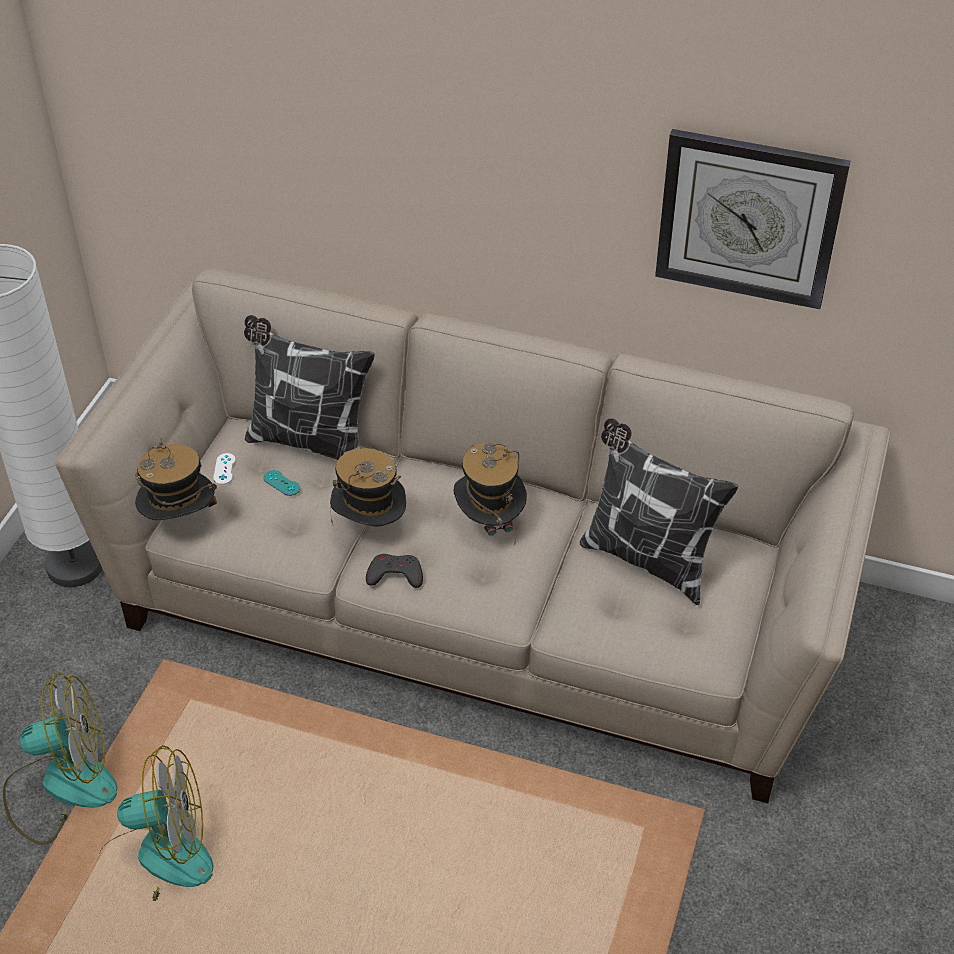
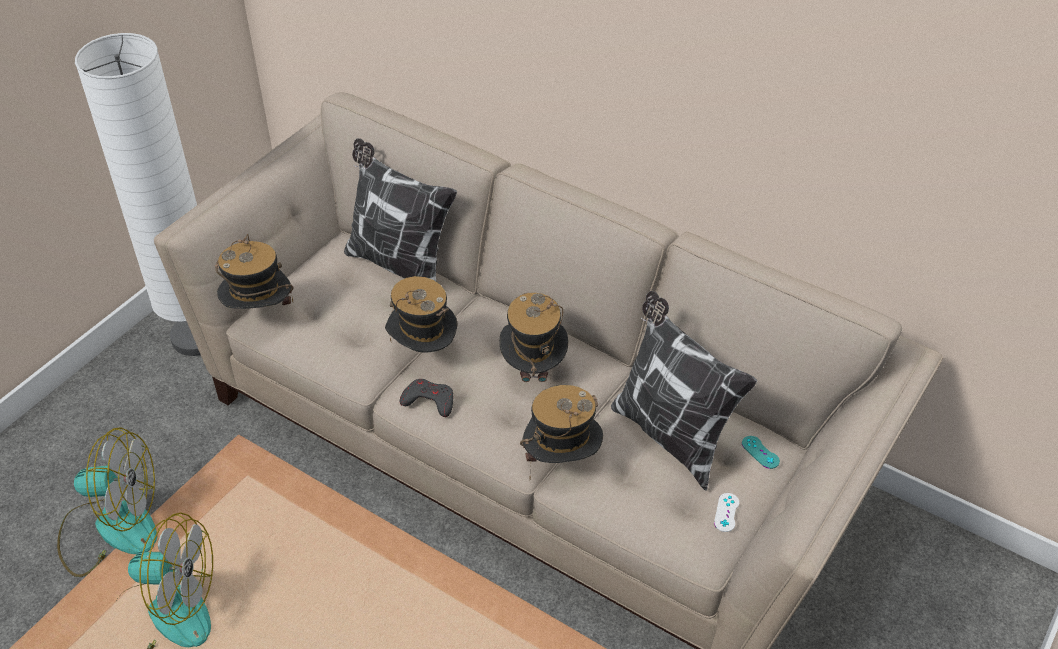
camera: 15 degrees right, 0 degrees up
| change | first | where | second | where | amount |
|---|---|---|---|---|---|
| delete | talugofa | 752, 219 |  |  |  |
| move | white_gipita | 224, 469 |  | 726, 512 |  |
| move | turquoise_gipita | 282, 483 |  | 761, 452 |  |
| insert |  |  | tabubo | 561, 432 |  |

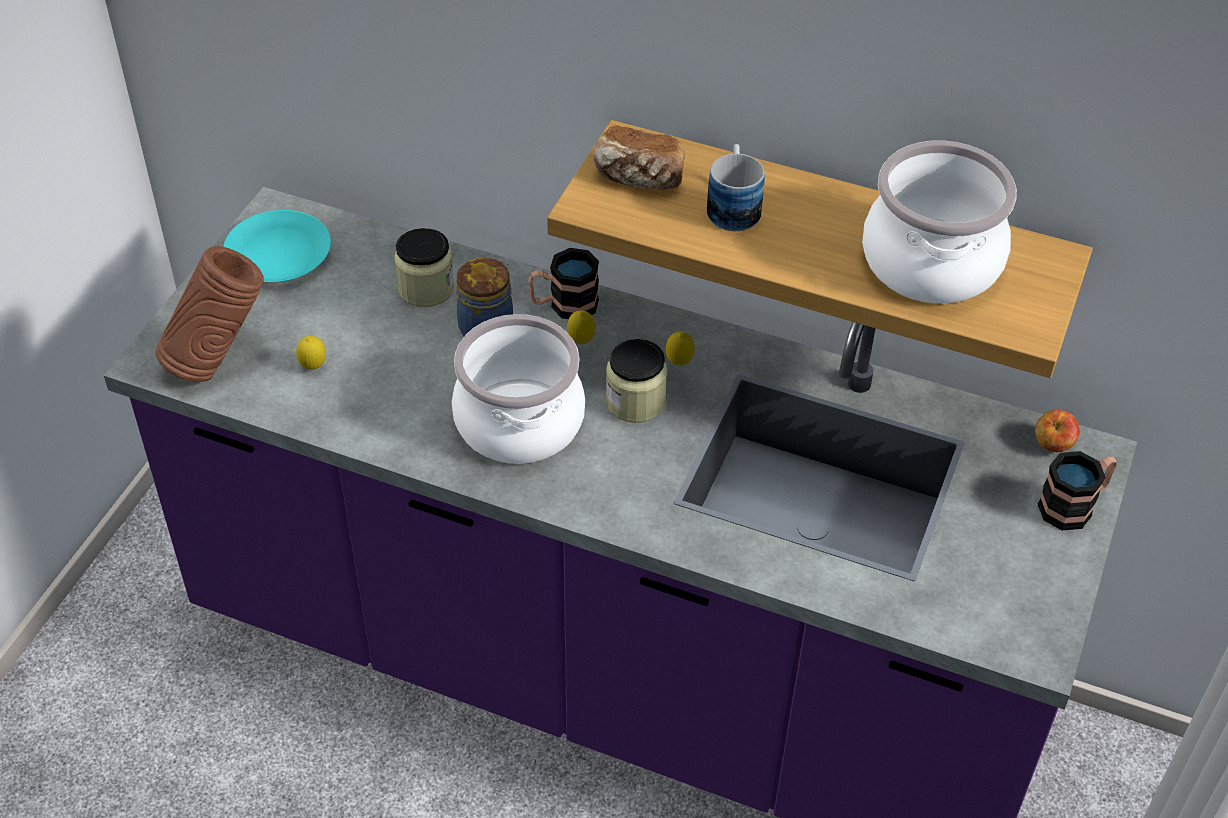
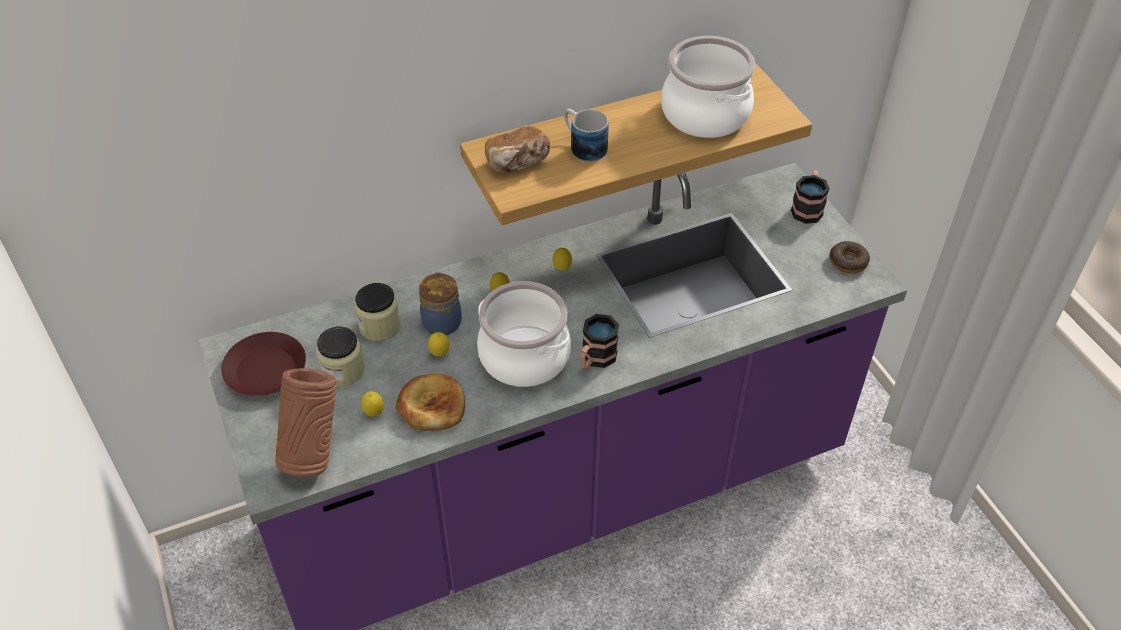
camera: 45 degrees left, 0 degrees up
| change | first | where | second | where | amount |
|---|---|---|---|---|---|
| recolor | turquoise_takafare | 277, 246 | brown_takafare | 263, 364 |  |
| move | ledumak | 563, 283 |  | 599, 342 |  |
| move | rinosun | 636, 381 |  | 340, 357 |  |
| delete | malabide | 1057, 431 |  |  |  |
| insert |  |  | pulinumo | 849, 257 |  |
| insert |  |  | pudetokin | 438, 344 |  |
| insert |  |  | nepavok | 430, 402 |  |

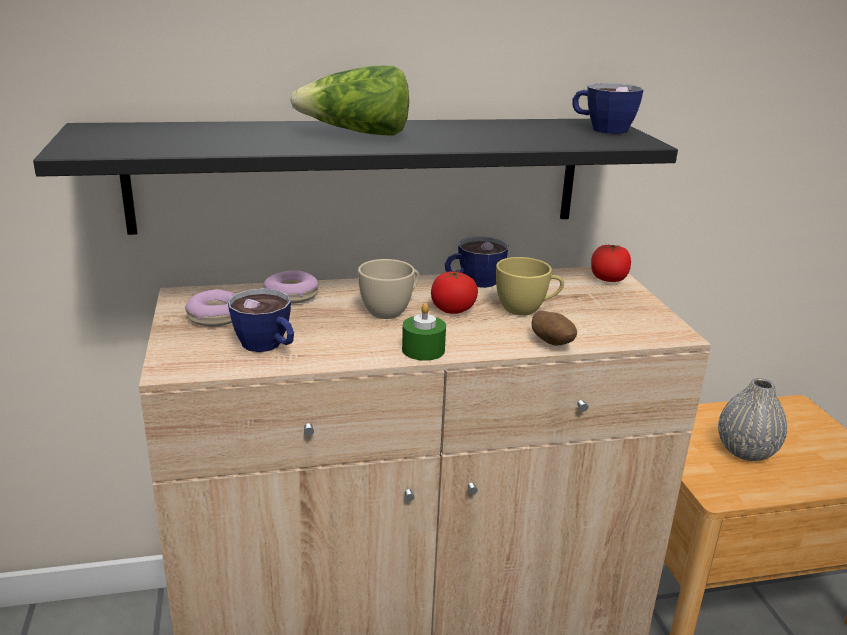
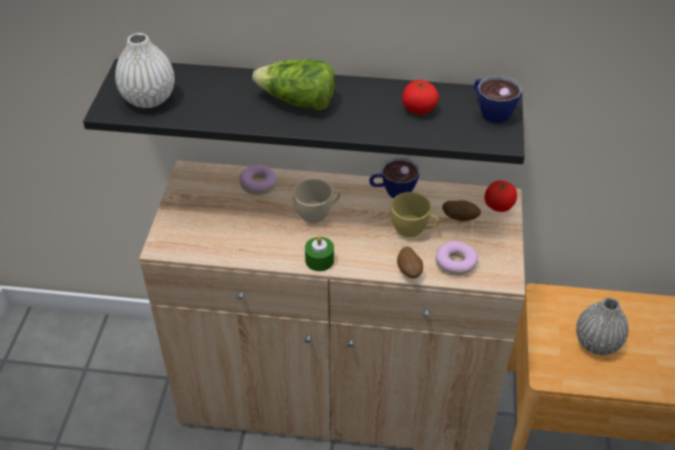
camera: 20 degrees right, 20 degrees up
| change | first | where | second | where | amount |
|---|---|---|---|---|---|
| move | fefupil | 454, 292 |  | 420, 97 |  |
| delete | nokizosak | 261, 320 |  |  |  |
| move | pulinumo | 210, 308 |  | 457, 258 |  |
| insert |  |  | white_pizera | 145, 70 |  |
| insert |  |  | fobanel | 461, 210 |  |

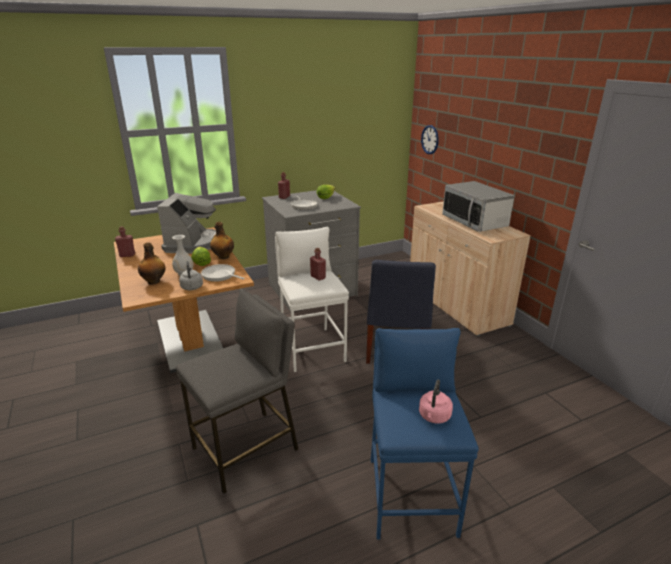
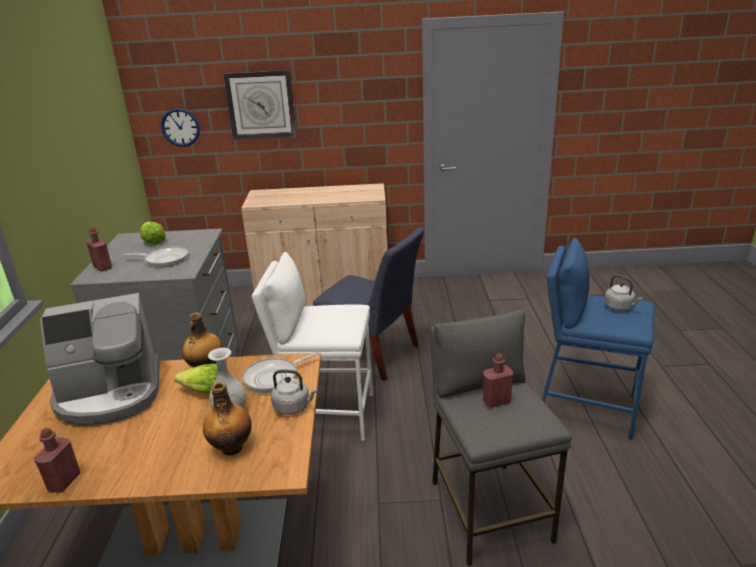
camera: 65 degrees left, 0 degrees up
| change | first | where | second | where | amount |
|---|---|---|---|---|---|
| delete | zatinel | 478, 206 |  |  |  |
| rotate | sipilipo | 186, 223 |  | 99, 359 | 135 degrees clockwise |
| move | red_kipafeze | 318, 264 |  | 498, 381 |  |
| recolor | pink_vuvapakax | 436, 401 | grey_vuvapakax | 623, 293 |  |
| insert |  |  | talugofa | 260, 105 |  |

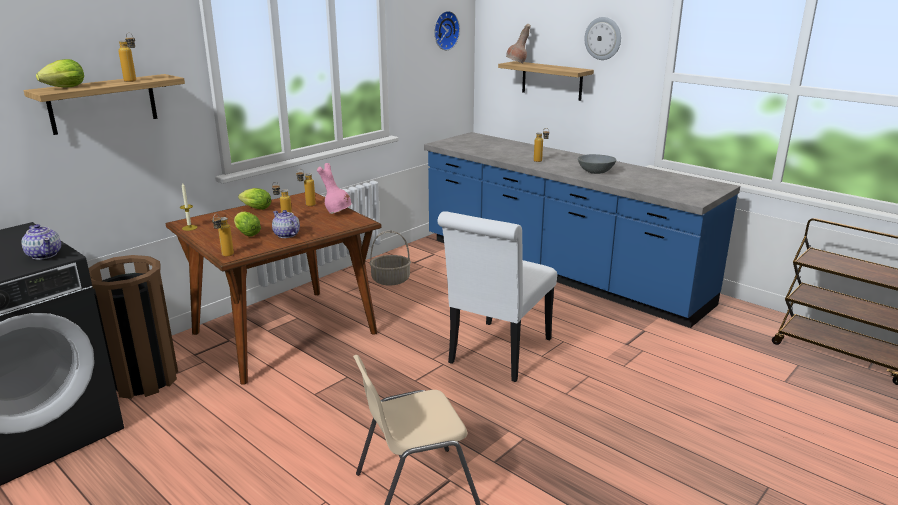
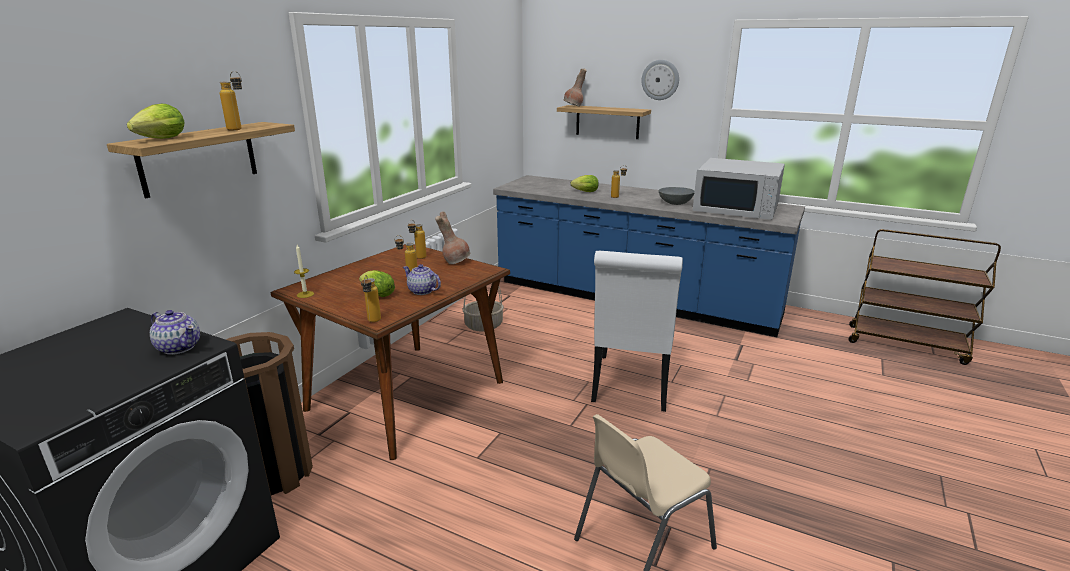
camera: 15 degrees left, 0 degrees up
| change | first | where | second | where | amount |
|---|---|---|---|---|---|
| delete | talugofa | 447, 30 |  |  |  |
| recolor | pink_pizera | 334, 188 | brown_pizera | 452, 238 |  |
| move | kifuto | 254, 199 |  | 584, 183 |  |
| insert |  |  | white_zatinel | 739, 189 |  |

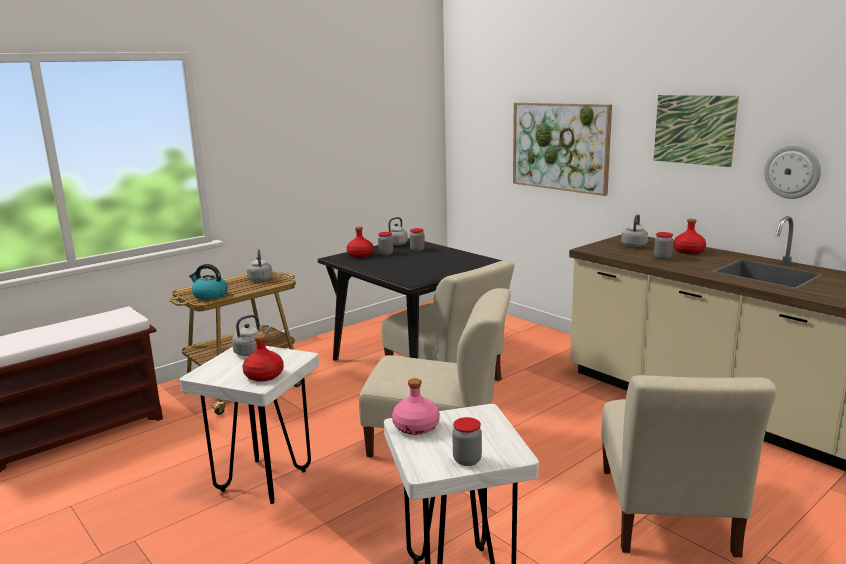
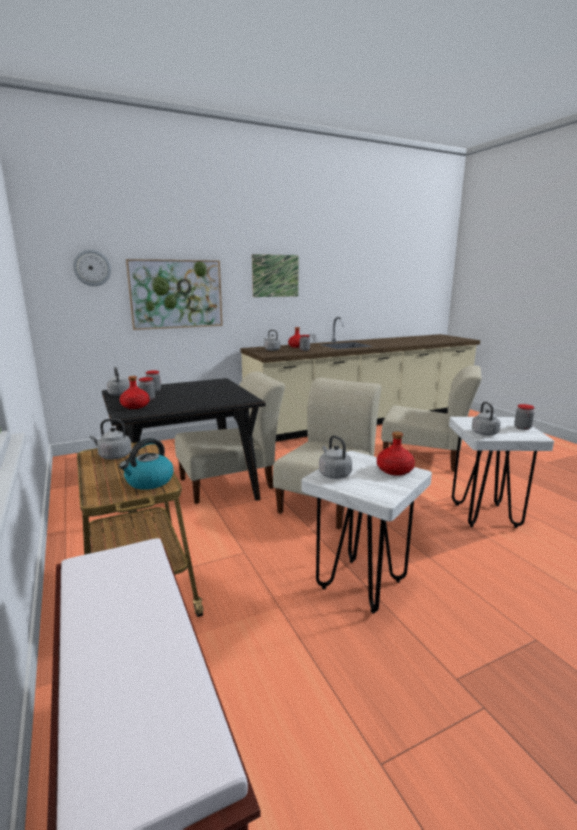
camera: 75 degrees left, 0 degrees up
| change | first | where | second | where | amount |
|---|---|---|---|---|---|
| move | talugofa | 792, 172 |  | 92, 267 |  |
| replace | pink_kipafeze | 416, 406 | grey_vuvapakax | 486, 418 |  |

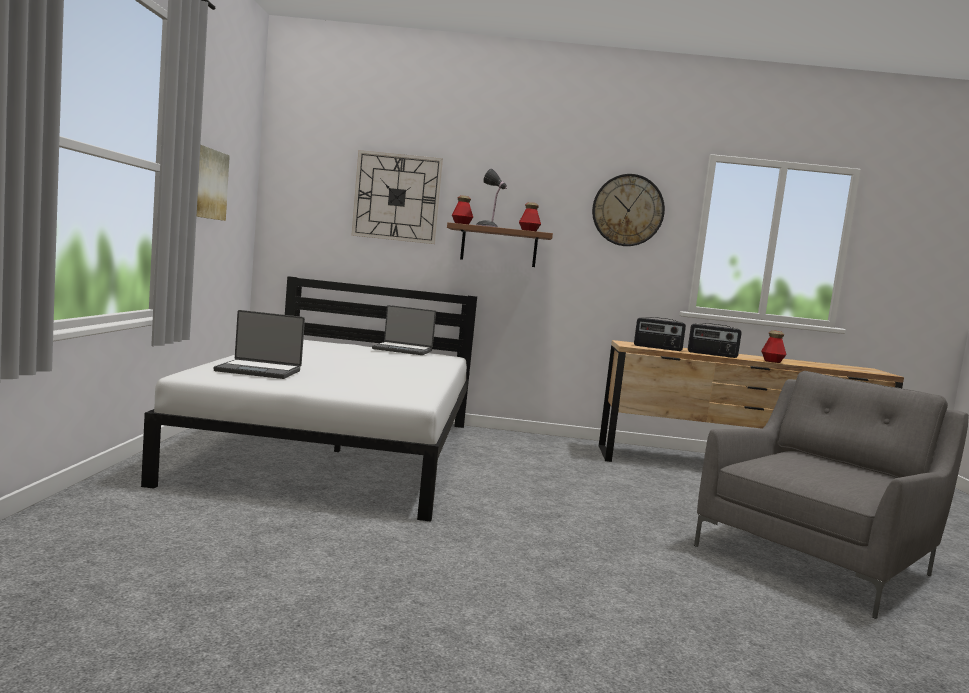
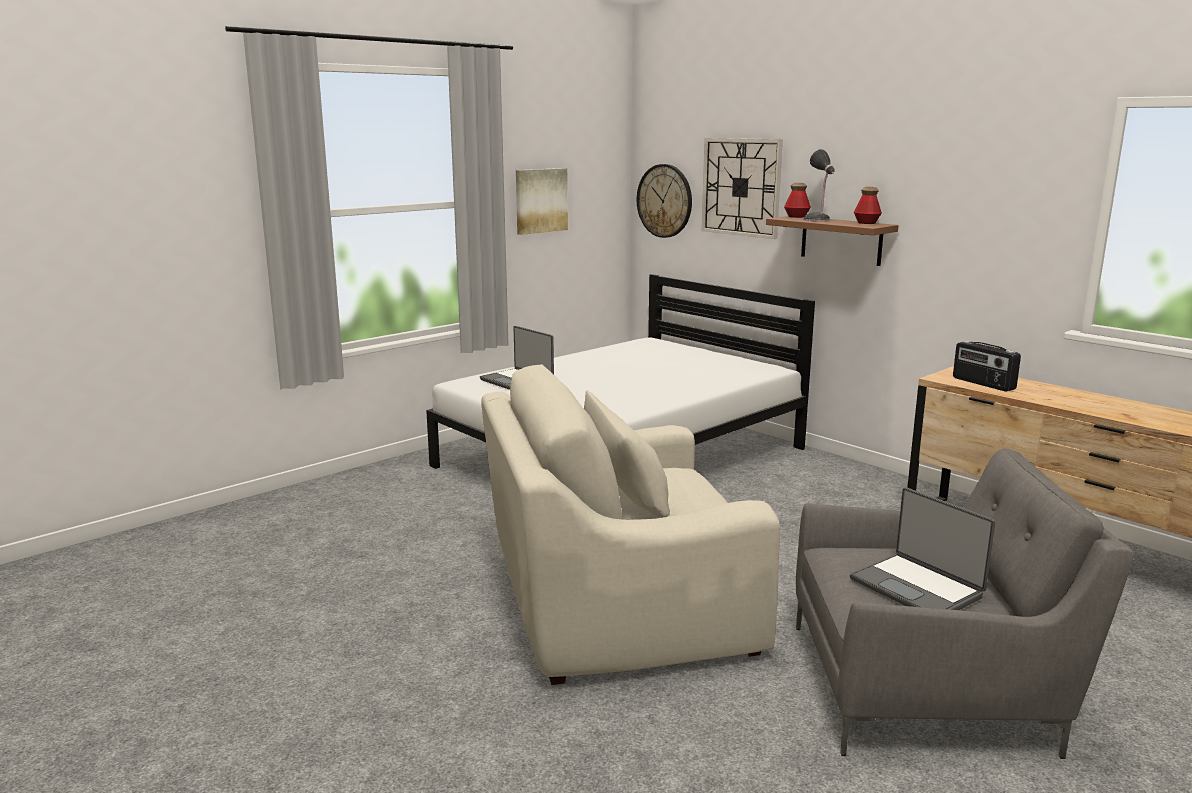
camera: 45 degrees right, 10 degrees up
| change | first | where | second | where | amount |
|---|---|---|---|---|---|
| move | talugofa | 628, 210 |  | 664, 201 |  |
| move | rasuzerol | 404, 330 |  | 922, 548 |  |
| delete | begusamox | 715, 340 |  |  |  |
| delete | kipafeze | 773, 346 |  |  |  |
| insert |  |  | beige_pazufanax | 630, 524 |  |

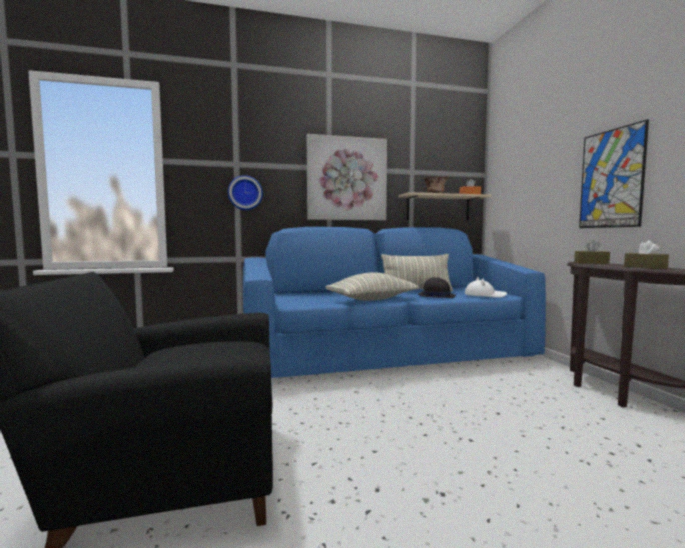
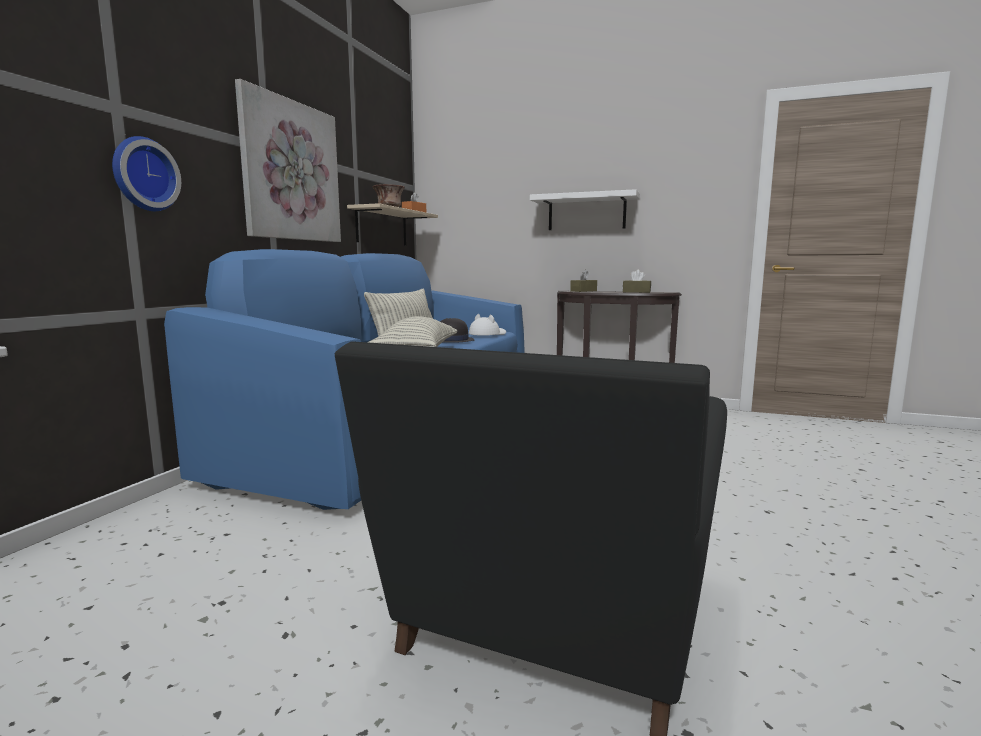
camera: 55 degrees left, 5 degrees up
| change | first | where | second | where | amount |
|---|---|---|---|---|---|
| replace | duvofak | 614, 173 | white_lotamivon | 585, 209 |  |

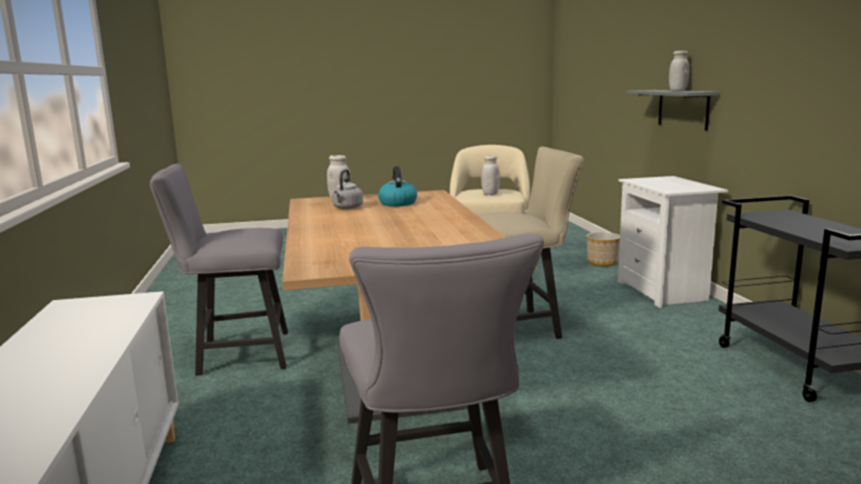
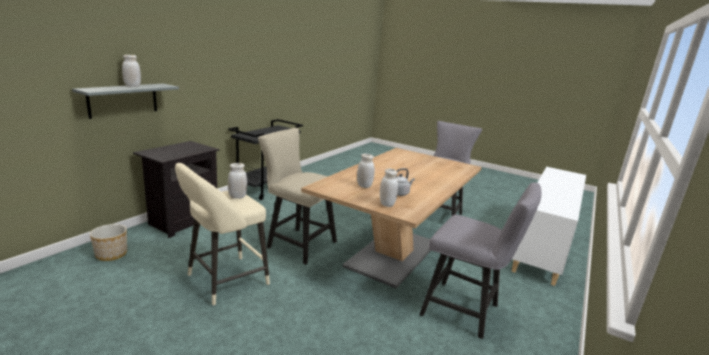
camera: 140 degrees left, 5 degrees up
| change | first | where | second | where | amount |
|---|---|---|---|---|---|
| replace | vuvapakax | 397, 186 | white_rinosun | 366, 171 |  |
| recolor | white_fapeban | 673, 242 | black_fapeban | 176, 189 |  |

